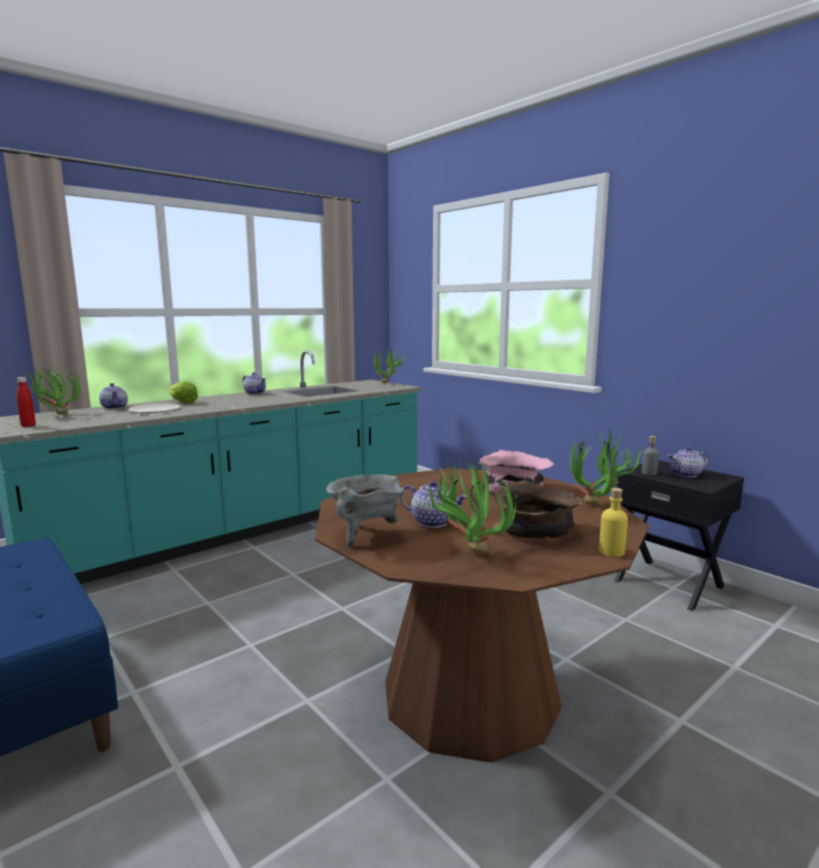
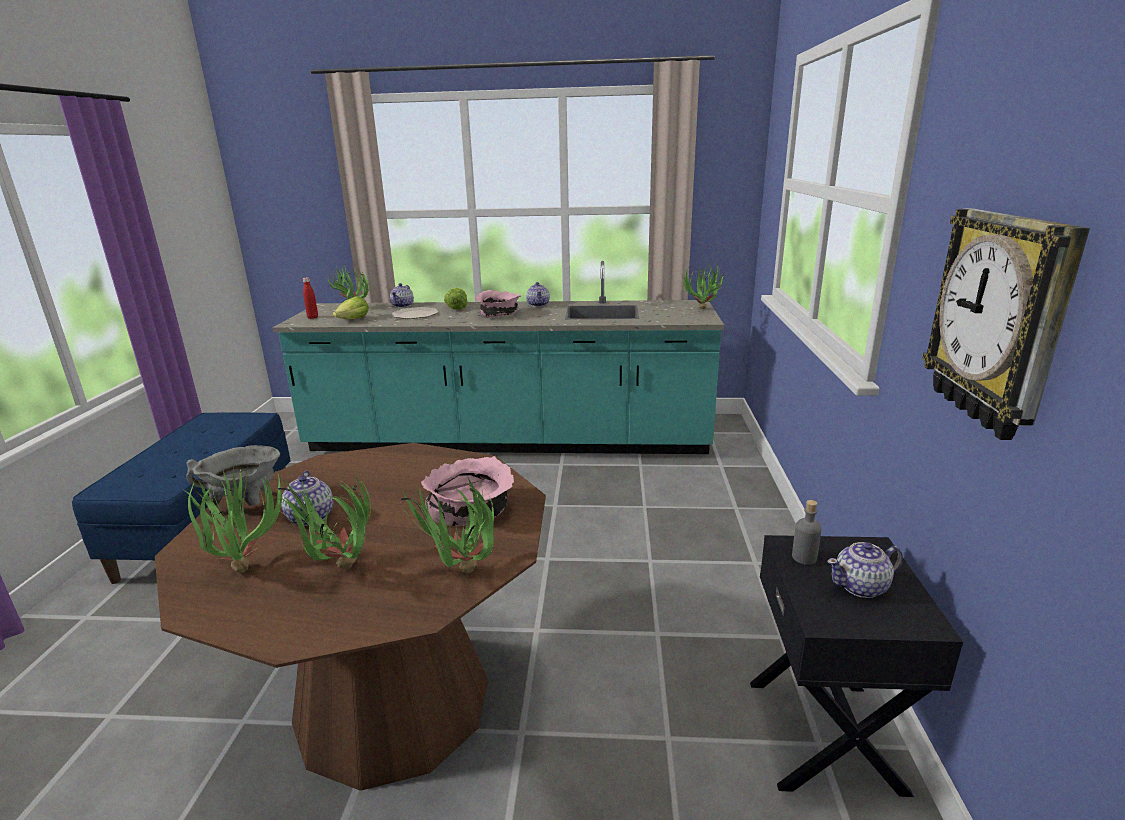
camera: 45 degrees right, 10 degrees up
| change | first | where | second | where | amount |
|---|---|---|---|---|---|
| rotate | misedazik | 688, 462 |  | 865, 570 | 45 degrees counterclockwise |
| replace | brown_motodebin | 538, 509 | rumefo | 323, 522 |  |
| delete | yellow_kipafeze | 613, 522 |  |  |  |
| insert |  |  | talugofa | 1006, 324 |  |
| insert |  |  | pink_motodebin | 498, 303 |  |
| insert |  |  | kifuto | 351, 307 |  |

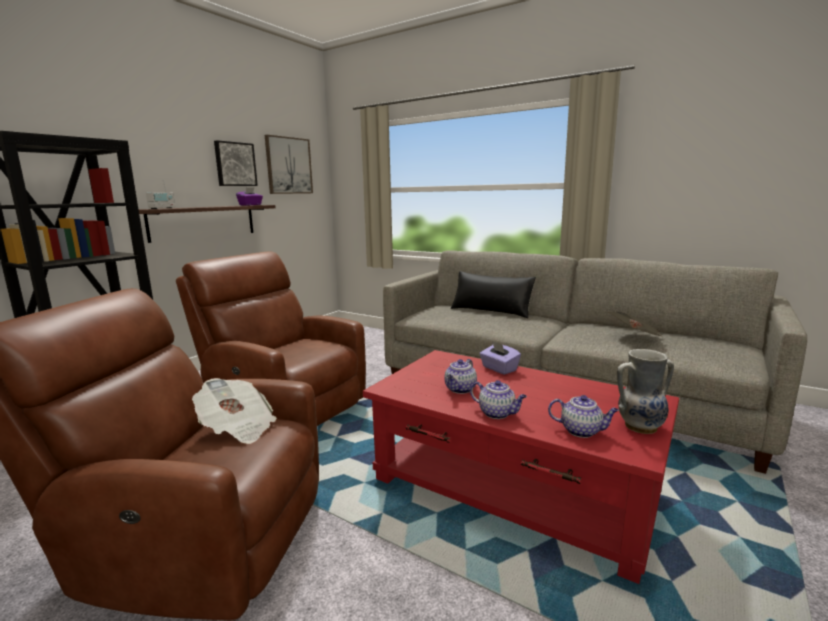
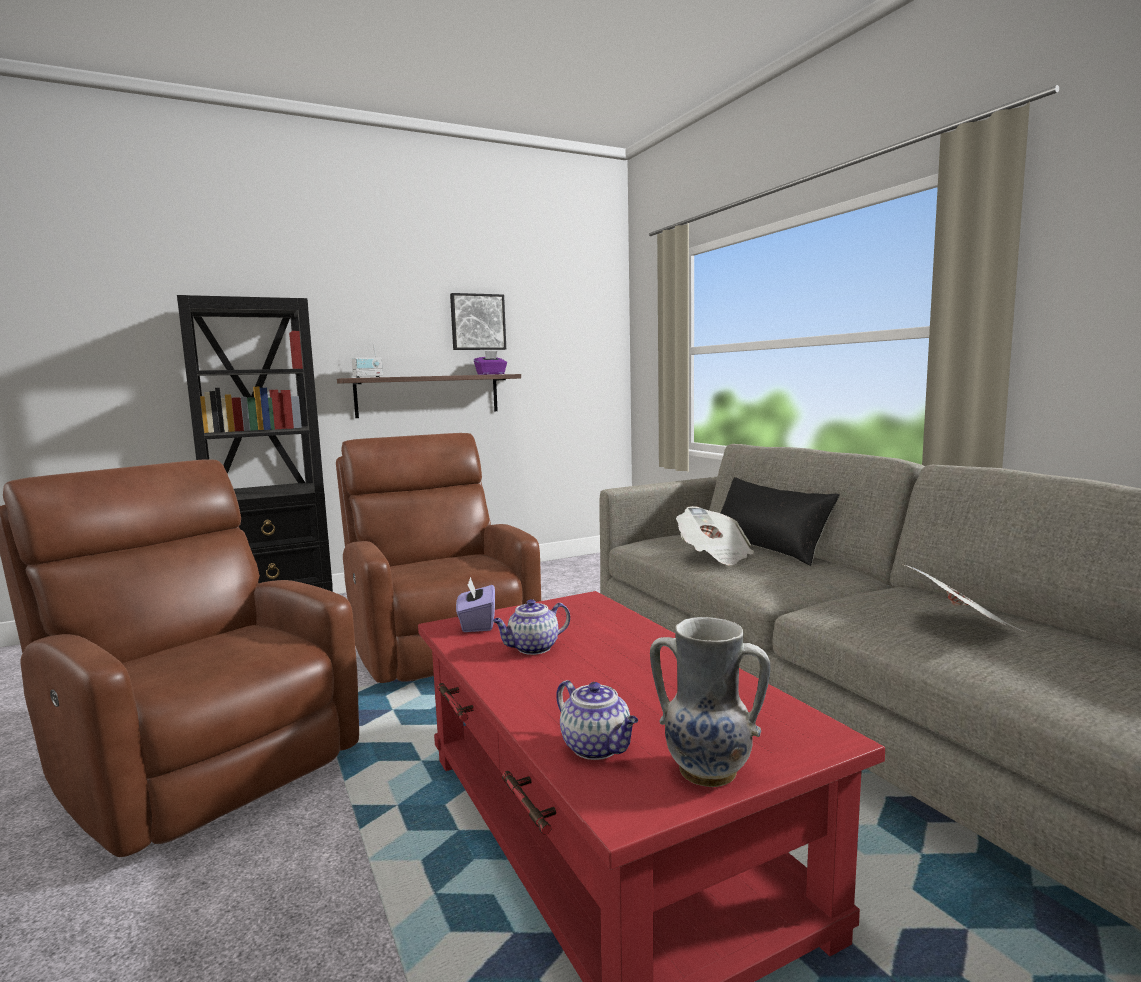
camera: 30 degrees right, 5 degrees down
| change | first | where | second | where | amount |
|---|---|---|---|---|---|
| delete | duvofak | 289, 164 |  |  |  |
| move | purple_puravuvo | 500, 358 |  | 475, 604 |  |
| move | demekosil | 234, 411 |  | 715, 536 |  |
| delete | misedazik | 498, 399 |  |  |  |

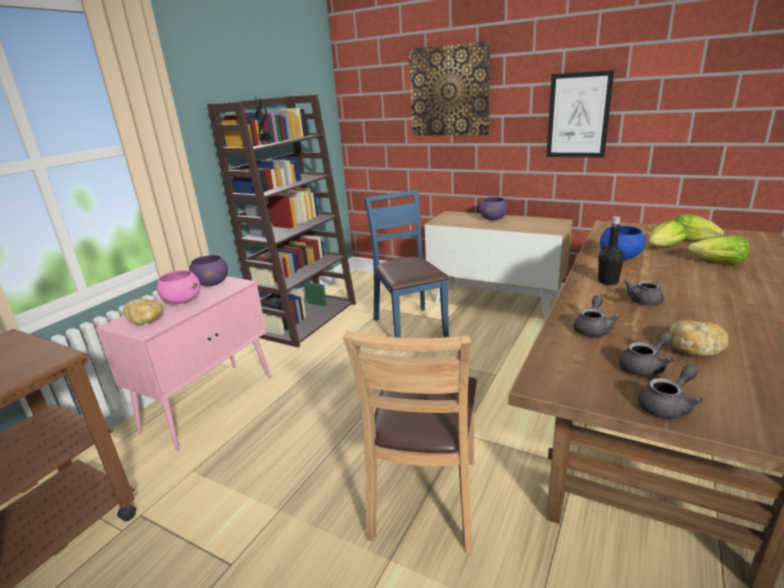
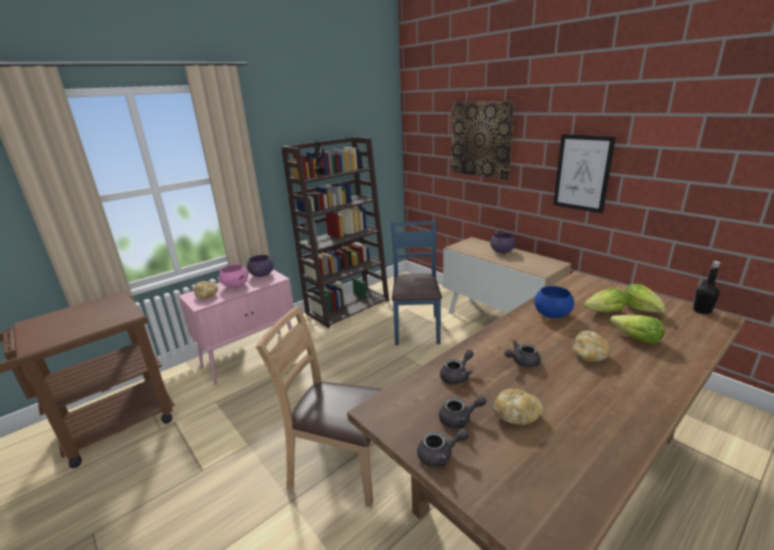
camera: 20 degrees right, 0 degrees up
| change | first | where | second | where | amount |
|---|---|---|---|---|---|
| move | black_kipafeze | 611, 250 |  | 706, 287 |  |
| rotate | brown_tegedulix | 410, 442 |  | 321, 406 | 75 degrees clockwise |
| insert |  |  | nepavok | 591, 346 |  |

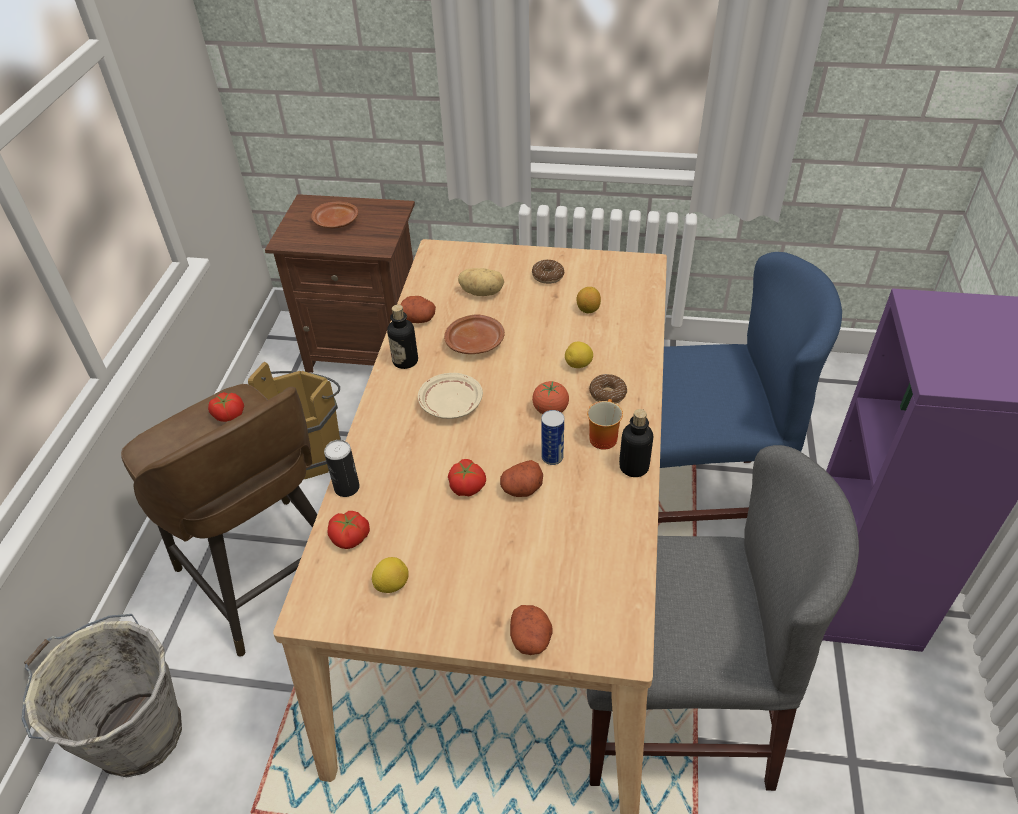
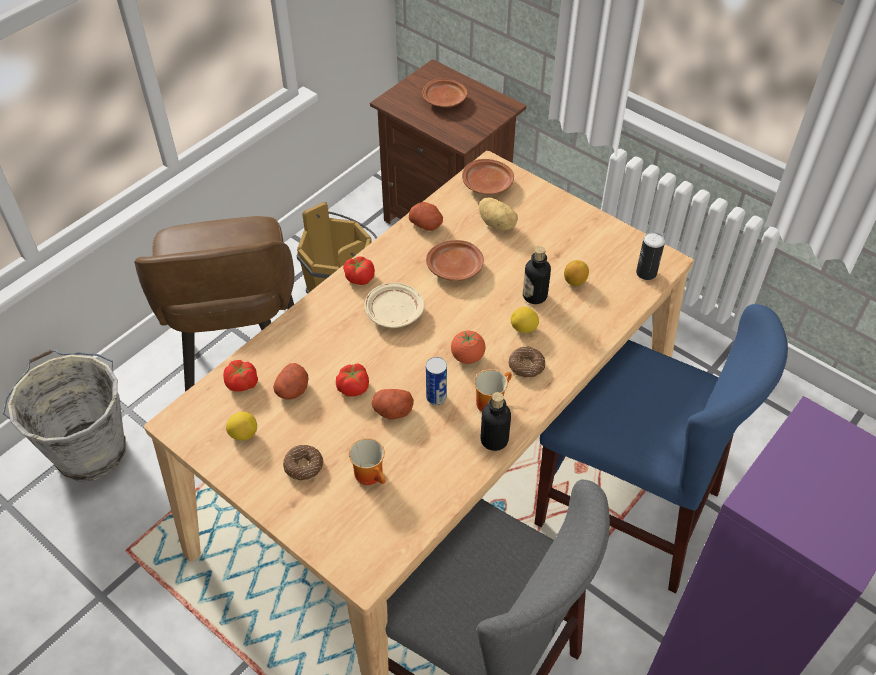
camera: 30 degrees right, 5 degrees up
| change | first | where | second | where | amount |
|---|---|---|---|---|---|
| move | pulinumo | 548, 272 |  | 303, 463 |  |
| move | kipafeze | 402, 337 |  | 537, 275 |  |
| move | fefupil | 226, 407 |  | 359, 271 |  |
| move | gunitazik | 342, 468 |  | 650, 256 |  |
| move | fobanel | 531, 630 |  | 291, 381 |  |
| insert |  |  | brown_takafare | 488, 177 |  |
| insert |  |  | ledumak | 367, 461 |  |

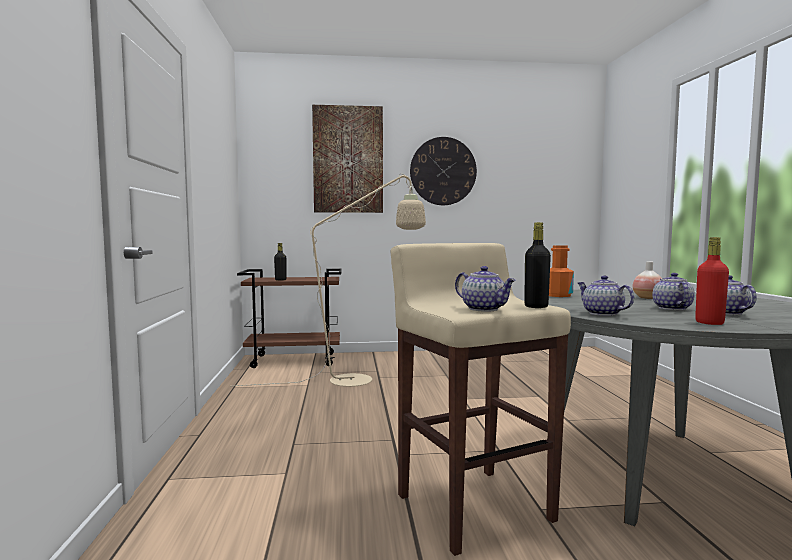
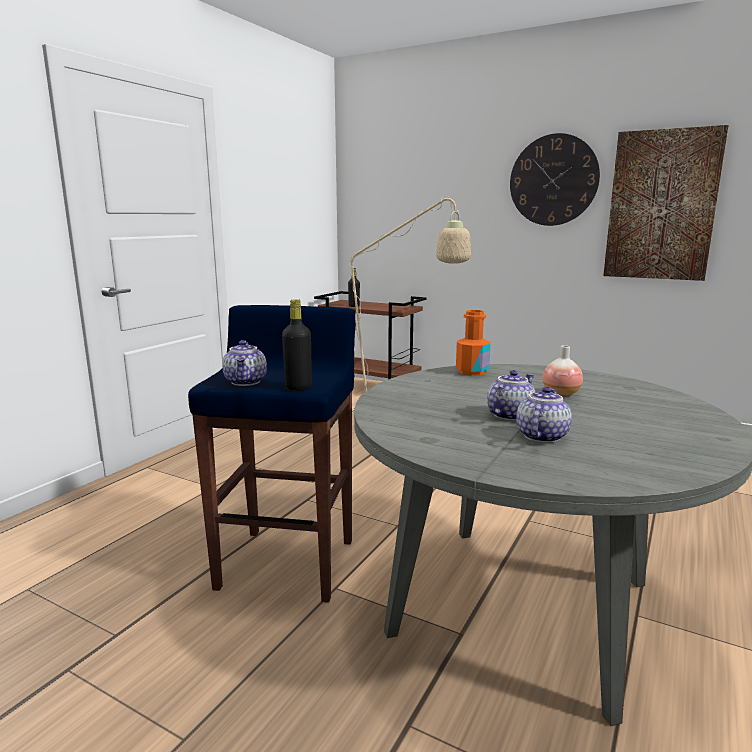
camera: 35 degrees right, 10 degrees up
| change | first | where | second | where | amount |
|---|---|---|---|---|---|
| move | duvofak | 347, 159 |  | 666, 203 |  |
| delete | red_kipafeze | 712, 281 |  |  |  |
| recolor | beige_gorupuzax | 480, 399 | blue_gorupuzax | 272, 454 |  |
| delete | misedazik | 606, 295 |  |  |  |

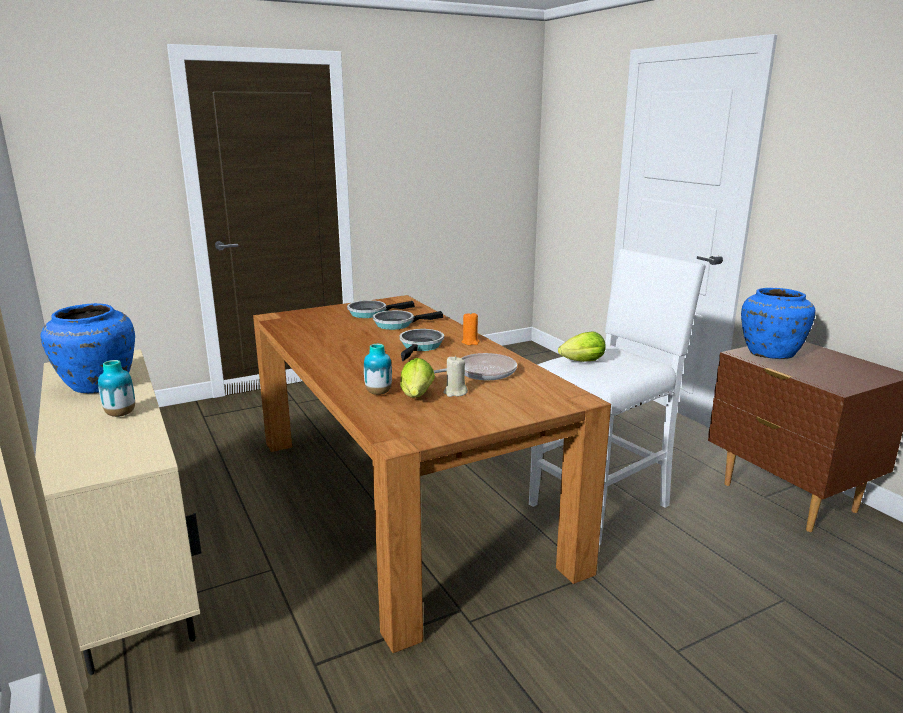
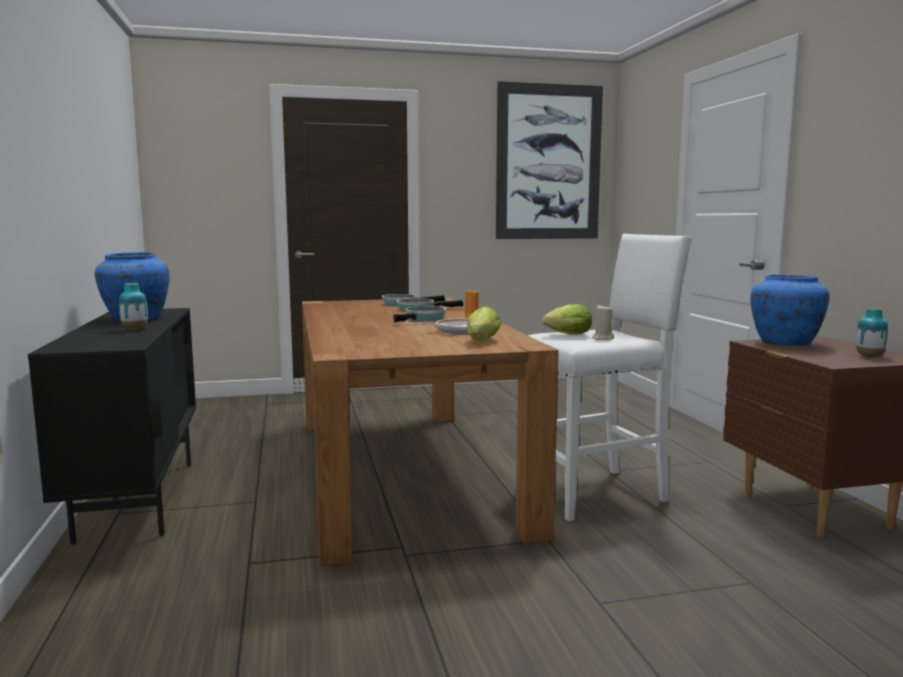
camera: 15 degrees right, 10 degrees down
| change | first | where | second | where | amount |
|---|---|---|---|---|---|
| move | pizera | 378, 369 |  | 872, 332 |  |
| recolor | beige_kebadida | 118, 512 | black_kebadida | 112, 426 |  |
| move | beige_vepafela | 455, 376 |  | 603, 322 |  |
| move | kifuto | 417, 378 |  | 484, 323 |  |
| insert |  |  | duvofak | 549, 160 |  |

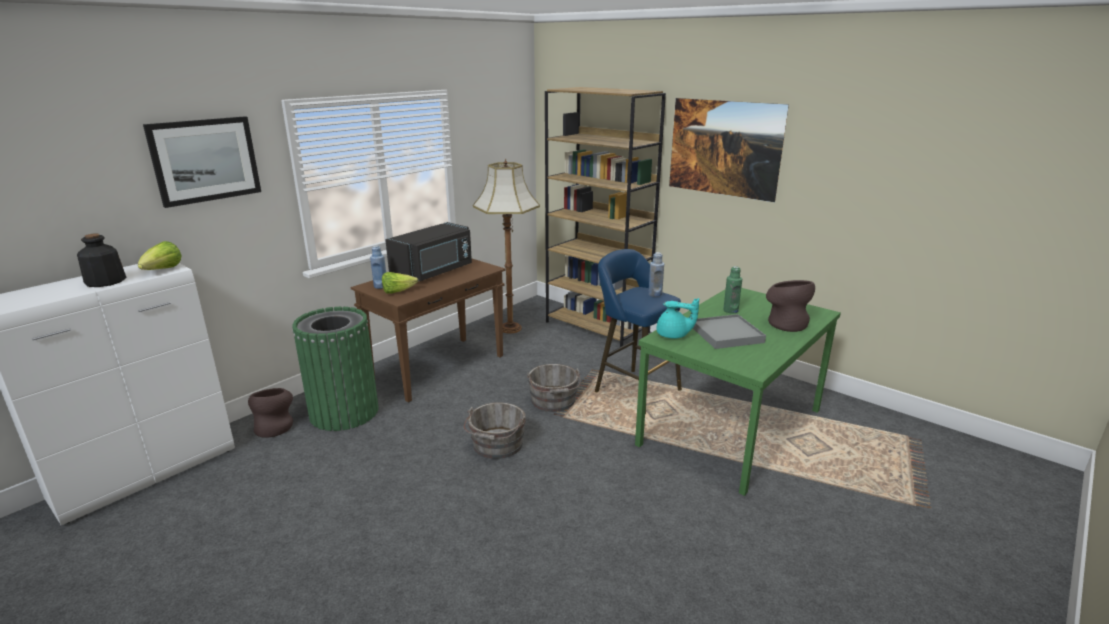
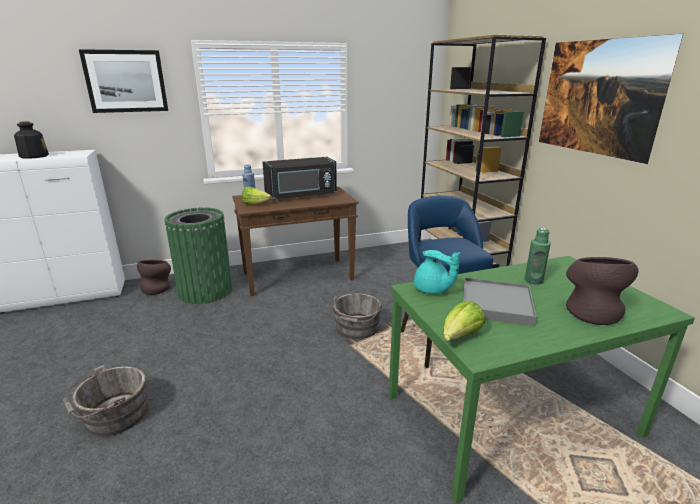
camera: 30 degrees right, 0 degrees up
| change | first | where | second | where | amount |
|---|---|---|---|---|---|
| delete | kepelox | 506, 246 |  |  |  |
| move | kifuto | 160, 255 |  | 464, 321 |  |
| delete | blue_kipafeze | 656, 274 |  |  |  |
| move | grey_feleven | 495, 430 |  | 105, 400 |  |

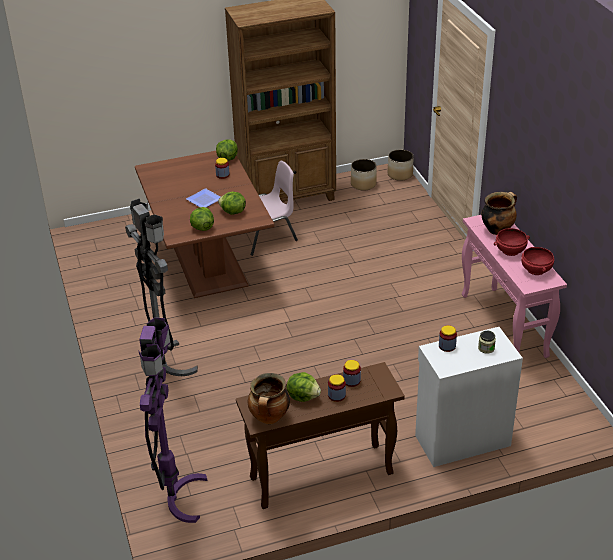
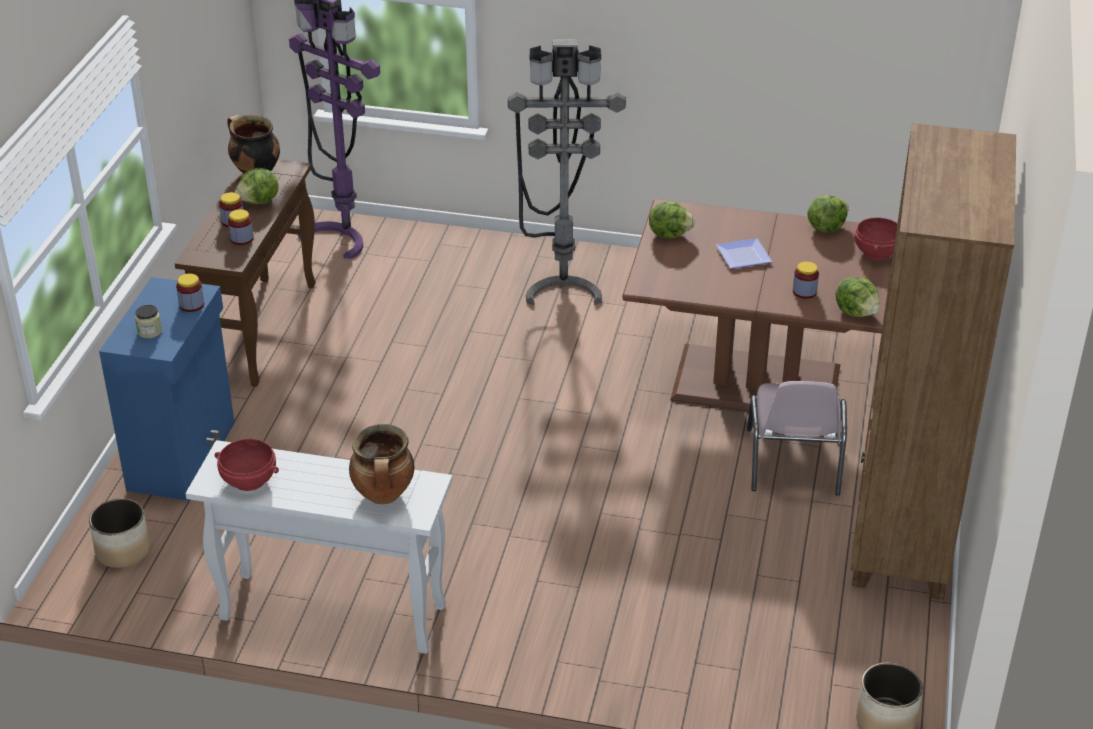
camera: 120 degrees right, 0 degrees up
| change | first | where | second | where | amount |
|---|---|---|---|---|---|
| move | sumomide | 364, 175 |  | 119, 533 |  |
| move | kifuto | 232, 203 |  | 828, 213 |  |
| recolor | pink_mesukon | 514, 286 | white_mesukon | 319, 547 |  |
| move | red_motodebin | 512, 242 |  | 876, 238 |  |
| recolor | white_kebadida | 469, 397 | blue_kebadida | 167, 389 |  |

